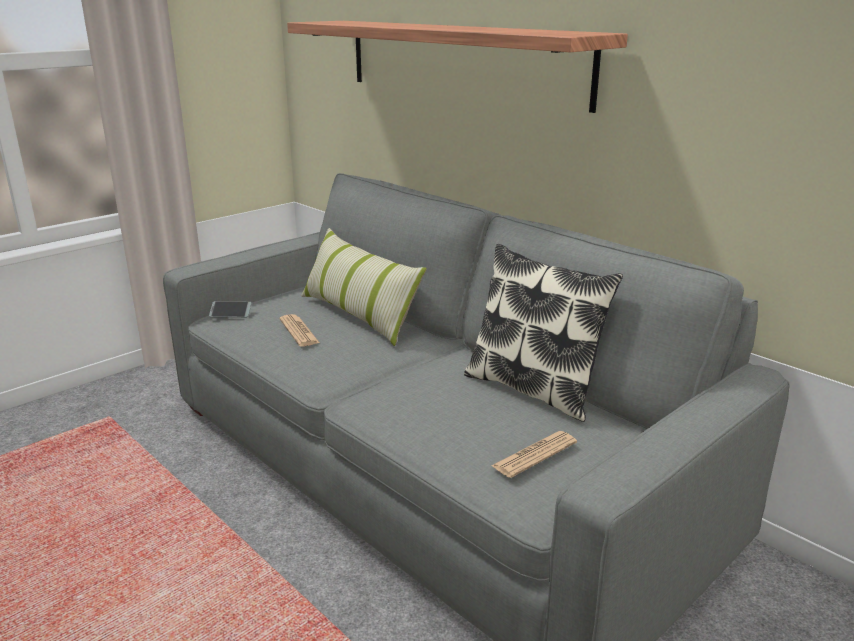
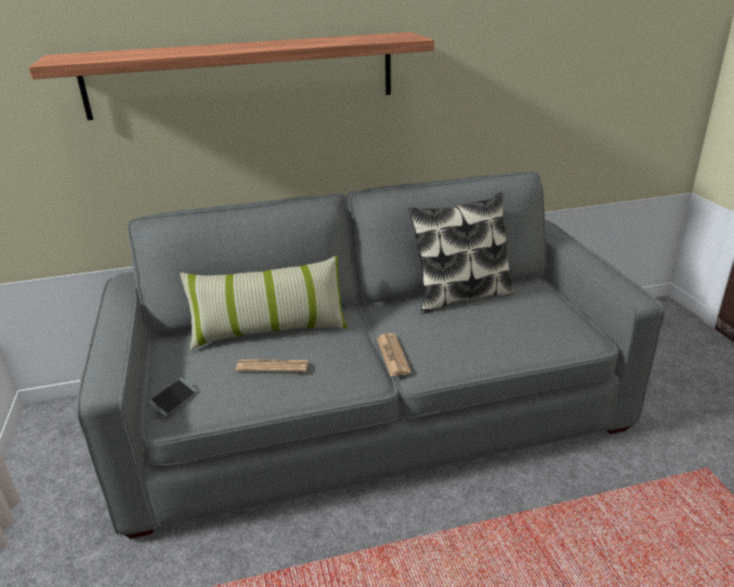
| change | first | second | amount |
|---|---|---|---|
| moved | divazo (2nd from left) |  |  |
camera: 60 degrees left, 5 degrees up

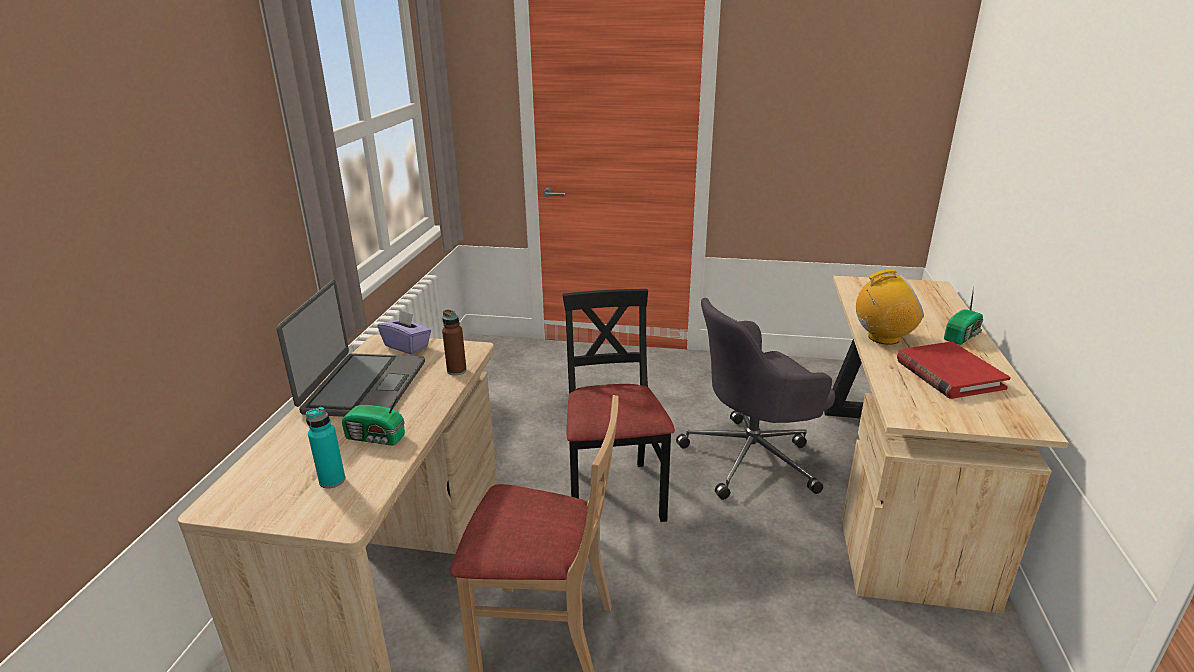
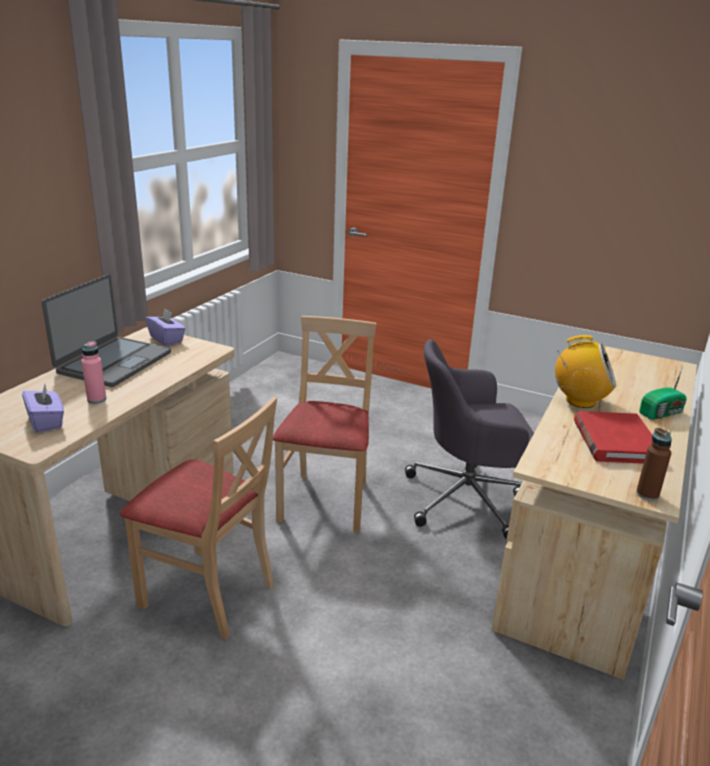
| change | first | second | amount |
|---|---|---|---|
| moved | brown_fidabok |  |  |
| replaced | turquoise_fidabok | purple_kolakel (1st from left) |  |
| replaced | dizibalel (1st from left) | pink_fidabok |  |
| recoloured | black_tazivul | beige_tazivul (2nd from left) |  |
camera: 15 degrees right, 0 degrees up

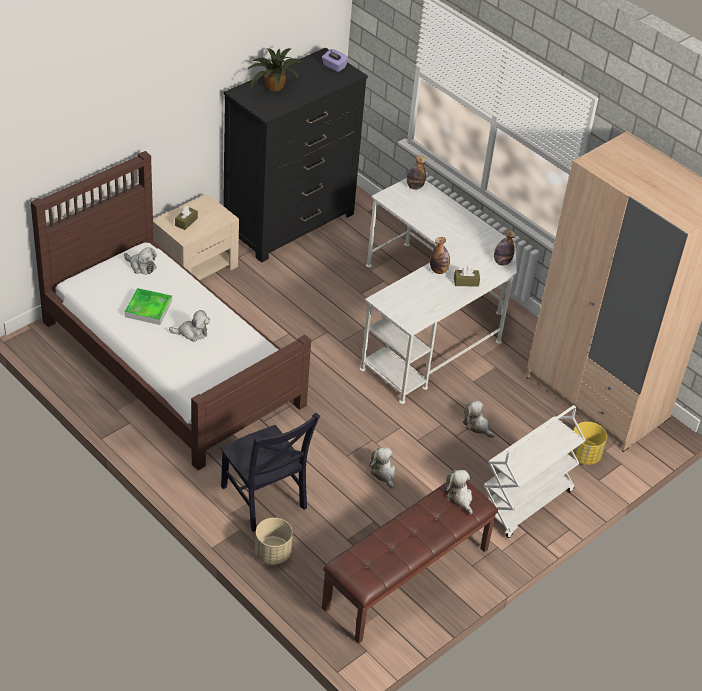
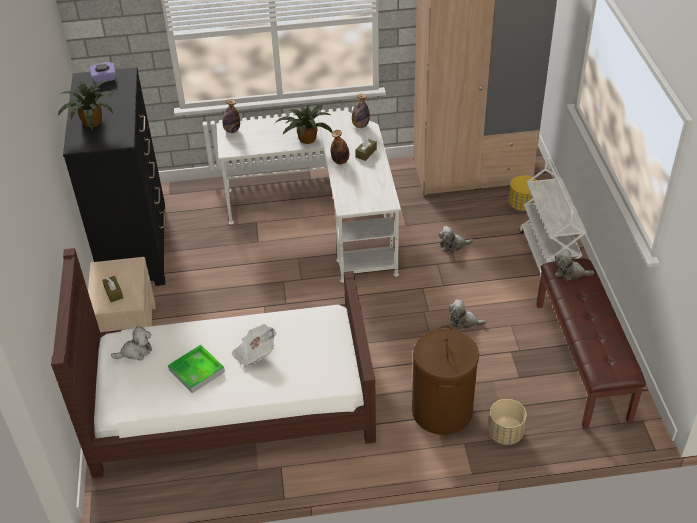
| change | first | second | amount |
|---|---|---|---|
| added |  | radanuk (2nd from left) |  |
| replaced | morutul (2nd from left) | divazo |  |
| replaced | black_tazivul | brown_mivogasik |  |
camera: 50 degrees left, 0 degrees up

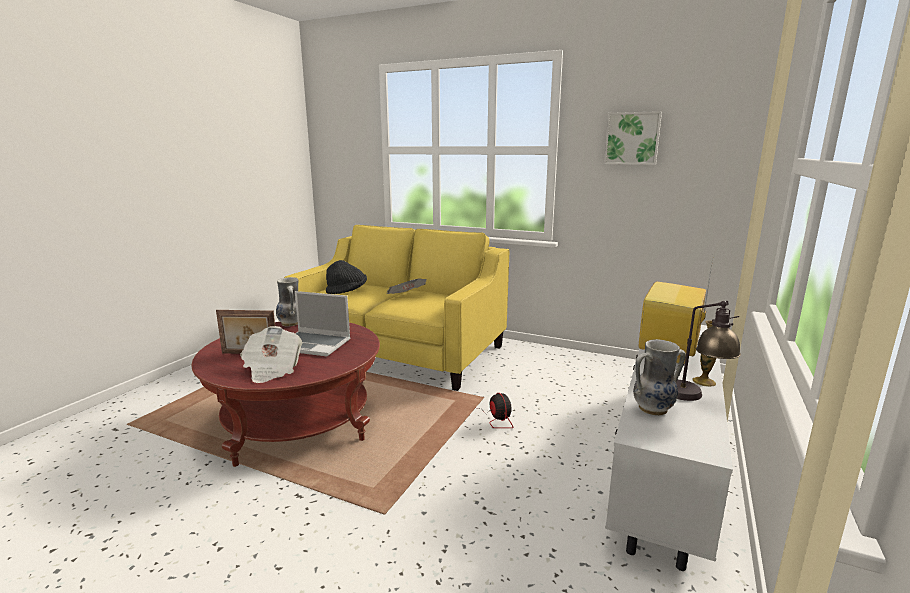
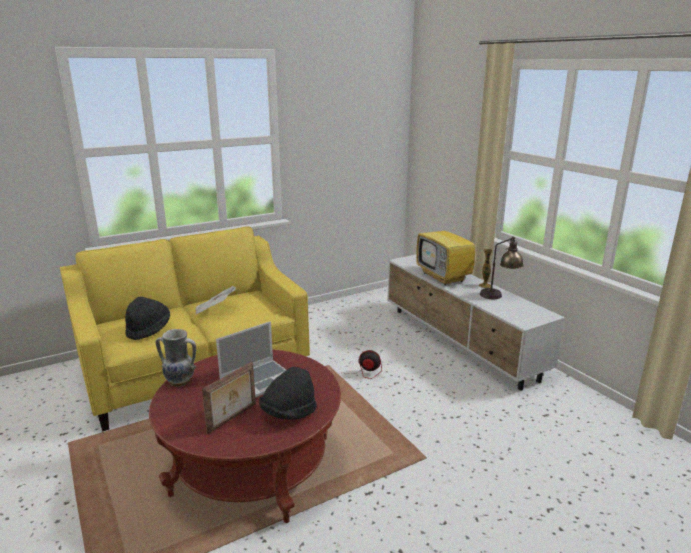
| change | first | second | amount |
|---|---|---|---|
| removed | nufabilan |  |  |
| removed | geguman (2nd from left) |  |  |
| replaced | divazo (1st from left) | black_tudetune (2nd from left) |  |
camera: 55 degrees left, 5 degrees up

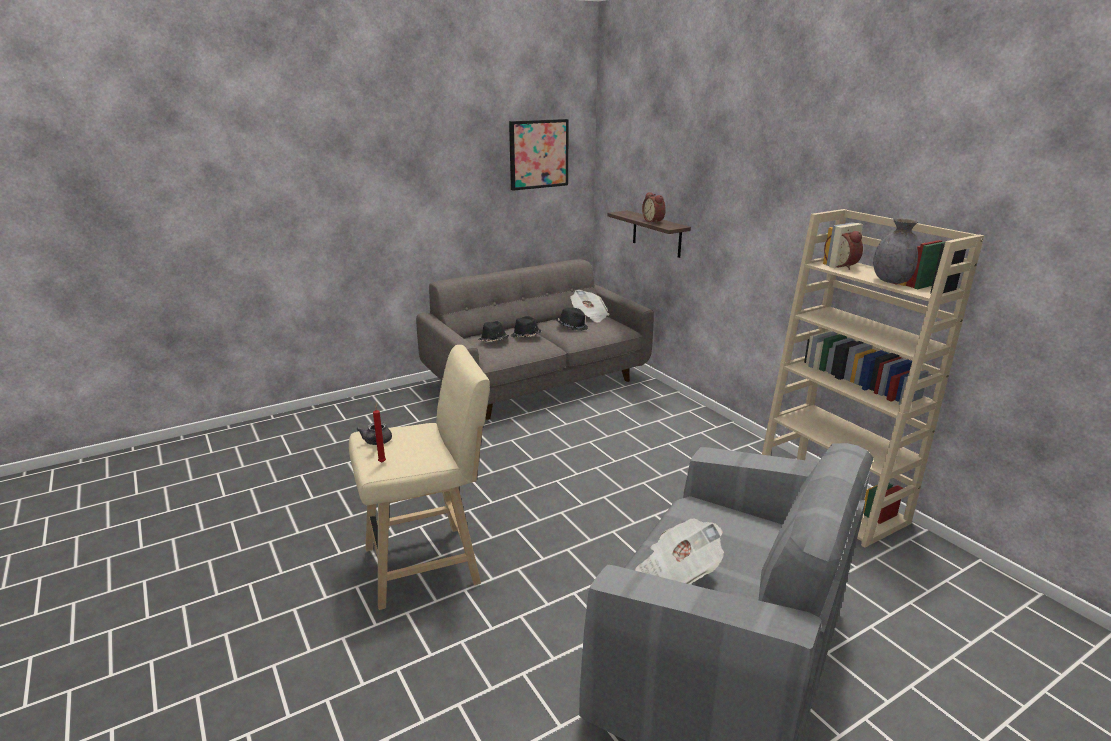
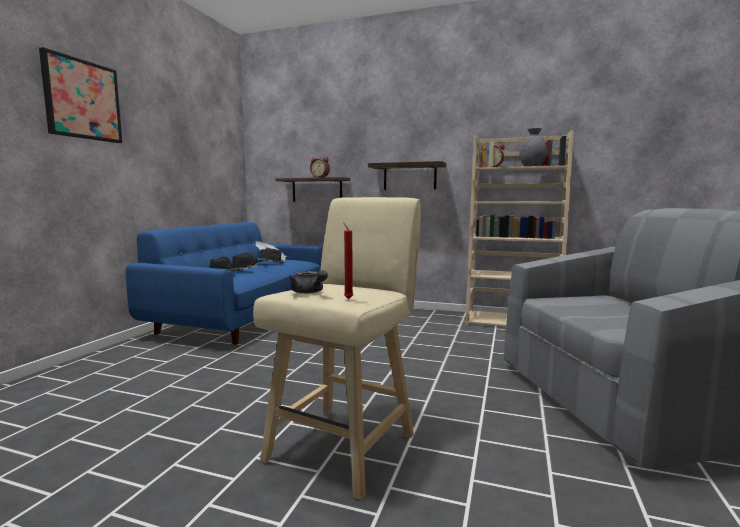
| change | first | second | amount |
|---|---|---|---|
| removed | divazo (2nd from left) |  |  |
| added |  | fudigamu (2nd from left) |  |
| moved | nufabilan |  |  |
| recoloured | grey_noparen | blue_noparen |  |
camera: 40 degrees left, 15 degrees down

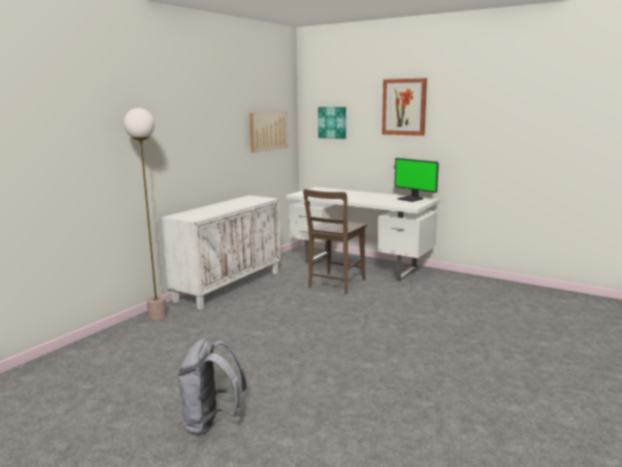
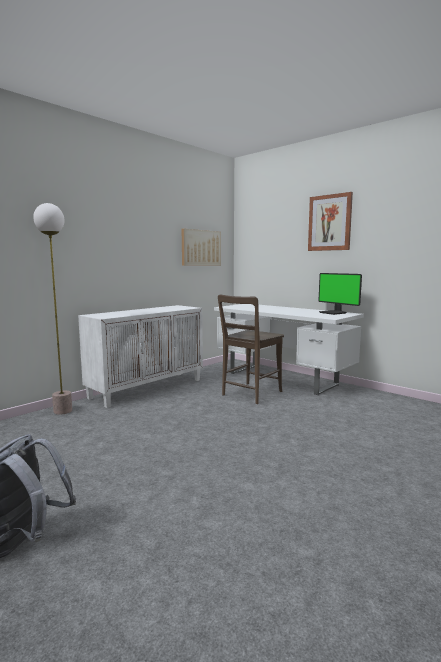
| change | first | second | amount |
|---|---|---|---|
| removed | nufabilan (2nd from left) |  |  |
camera: 10 degrees right, 5 degrees down

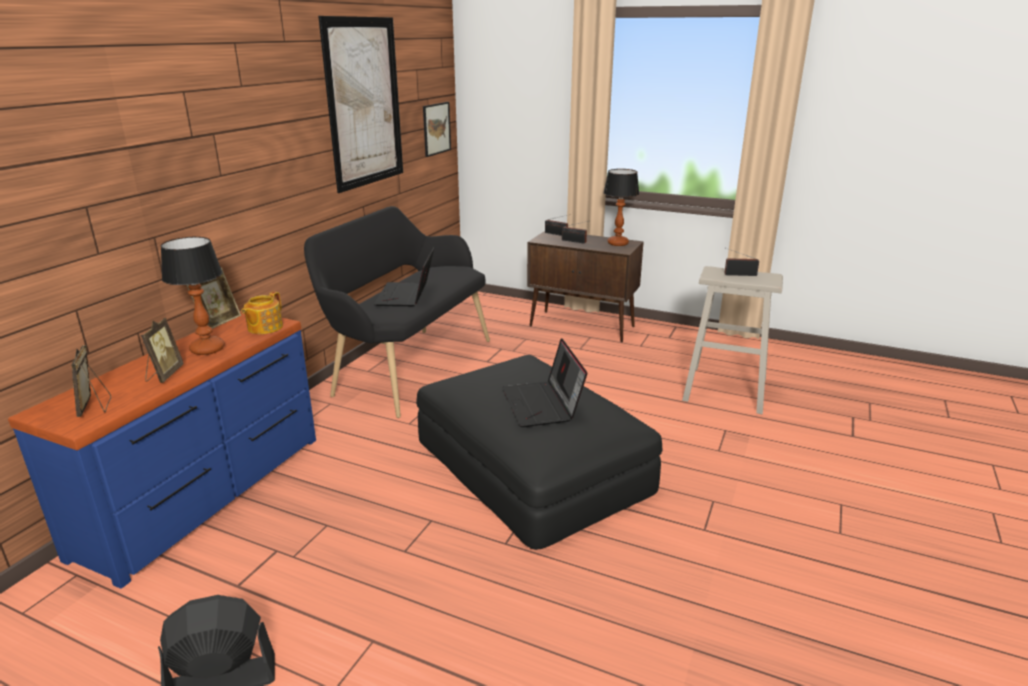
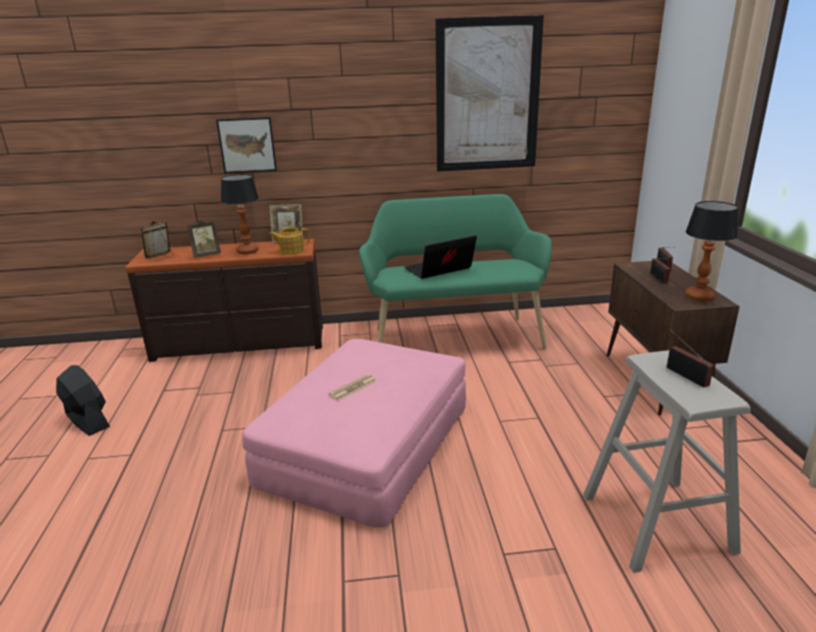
| change | first | second | amount |
|---|---|---|---|
| moved | nufabilan (2nd from left in the first image) | nufabilan (1st from left) |  |
| replaced | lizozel (2nd from left) | divazo |  |
| recoloured | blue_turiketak | brown_turiketak |  |
| recoloured | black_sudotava | green_sudotava |  |
| recoloured | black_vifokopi | pink_vifokopi |  |
camera: 60 degrees right, 0 degrees up

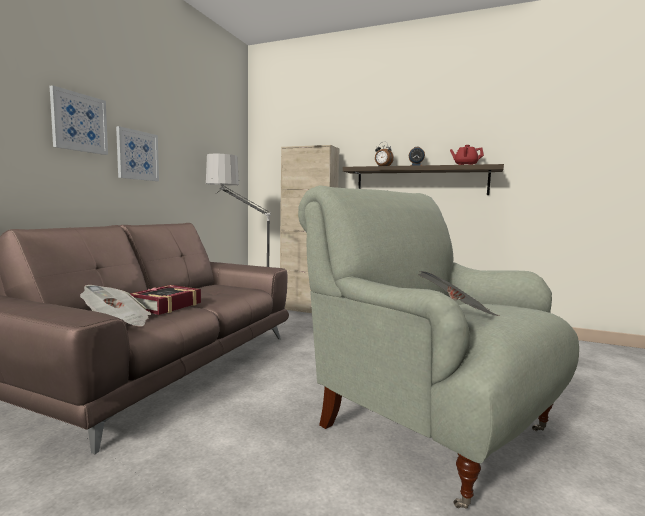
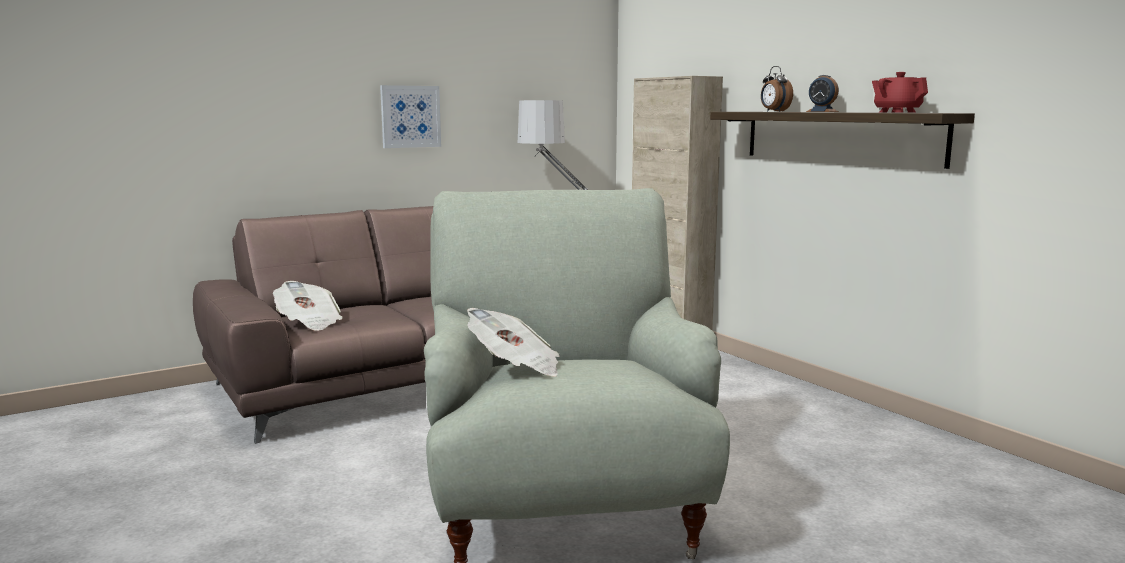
| change | first | second | amount |
|---|---|---|---|
| removed | nufabilan (1st from left) |  |  |
| removed | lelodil |  |  |
camera: 35 degrees right, 5 degrees up

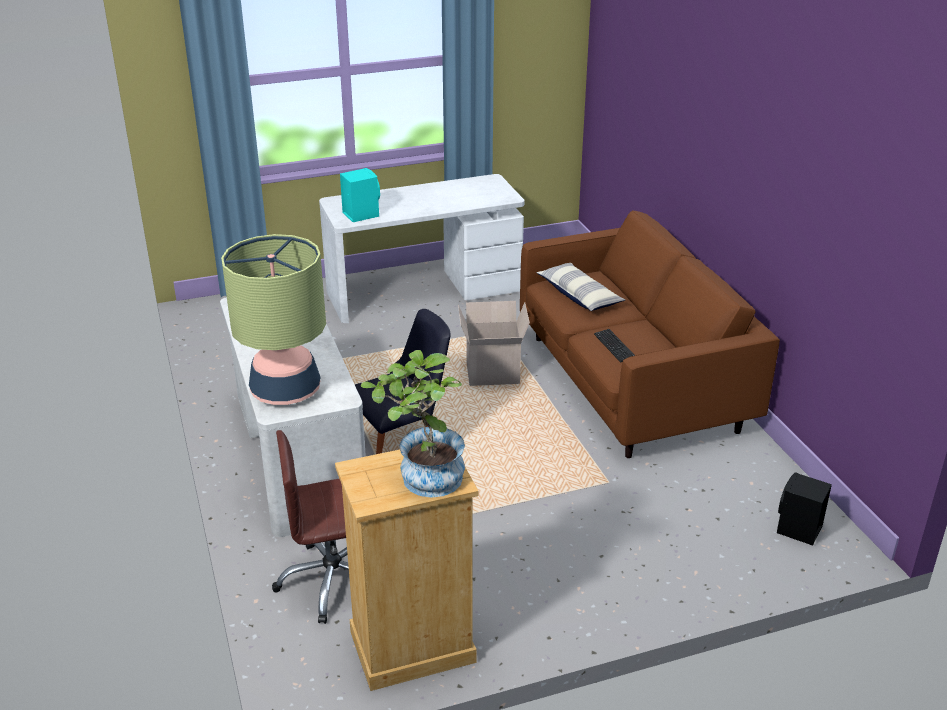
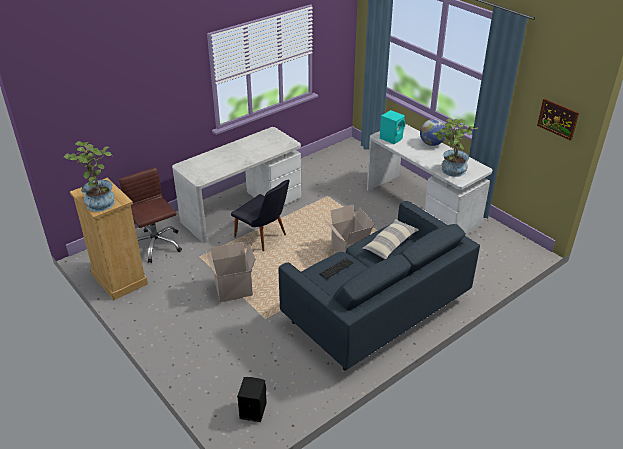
| change | first | second | amount |
|---|---|---|---|
| removed | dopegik |  |  |
| added |  | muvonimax (1st from left) |  |
| added |  | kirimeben |  |
| added |  | radanuk (2nd from left) |  |
| added |  | nufabilan |  |
| recoloured | brown_noparen | blue_noparen |  |
camera: 70 degrees right, 5 degrees up

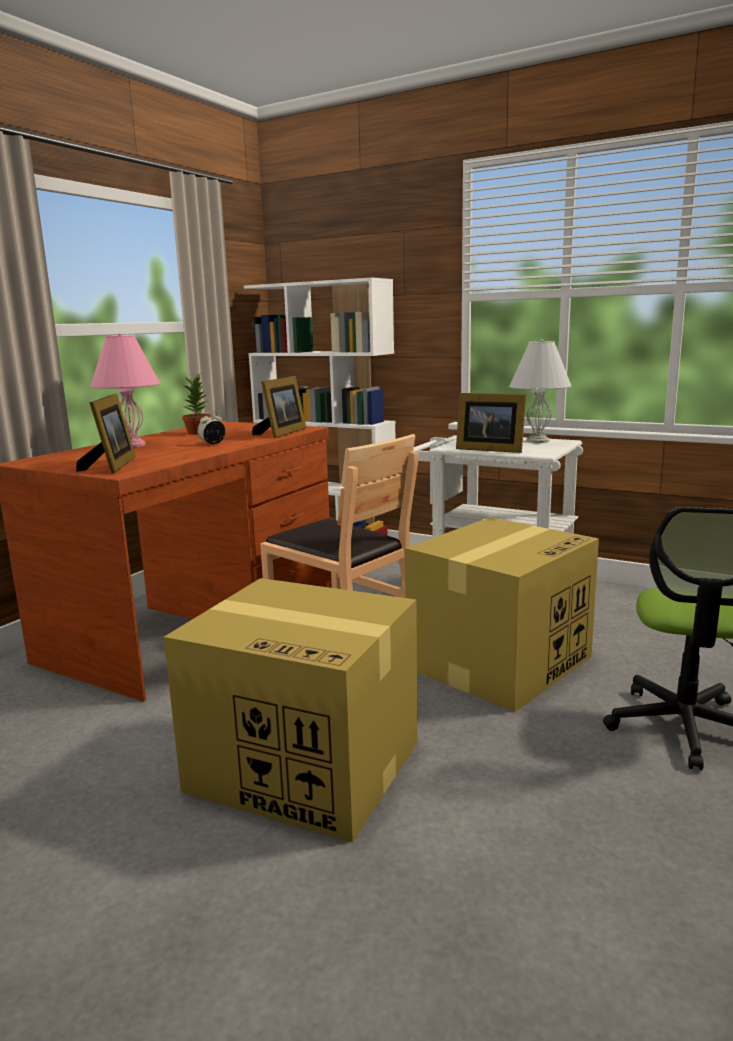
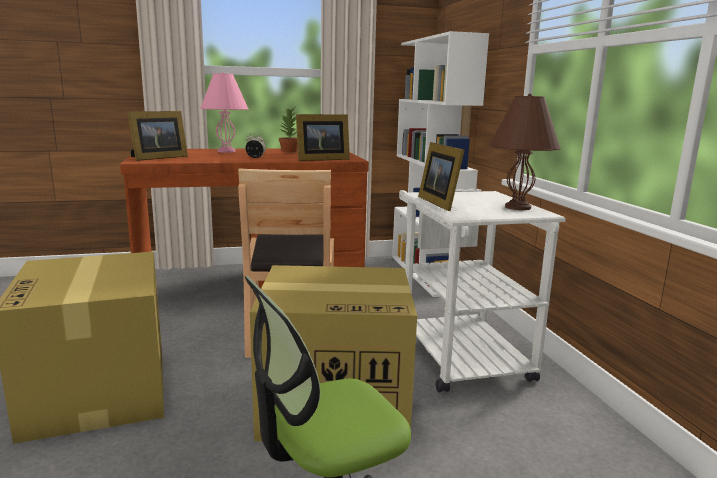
| change | first | second | amount |
|---|---|---|---|
| recoloured | white_dopegik | brown_dopegik |  |
camera: 45 degrees right, 0 degrees up

